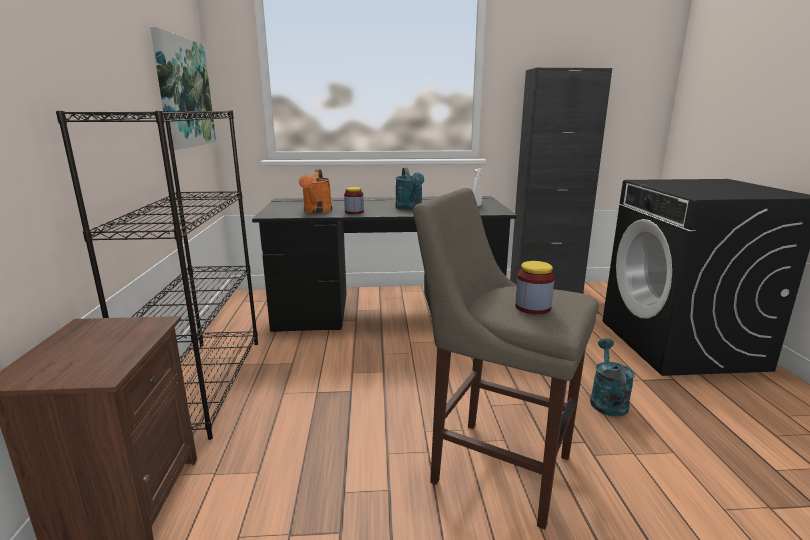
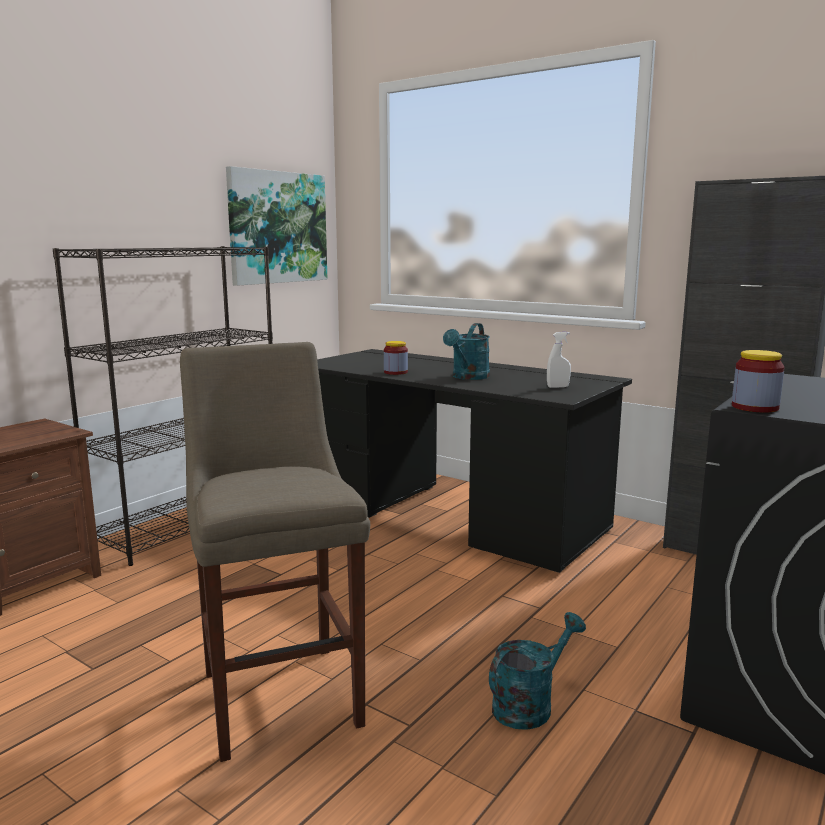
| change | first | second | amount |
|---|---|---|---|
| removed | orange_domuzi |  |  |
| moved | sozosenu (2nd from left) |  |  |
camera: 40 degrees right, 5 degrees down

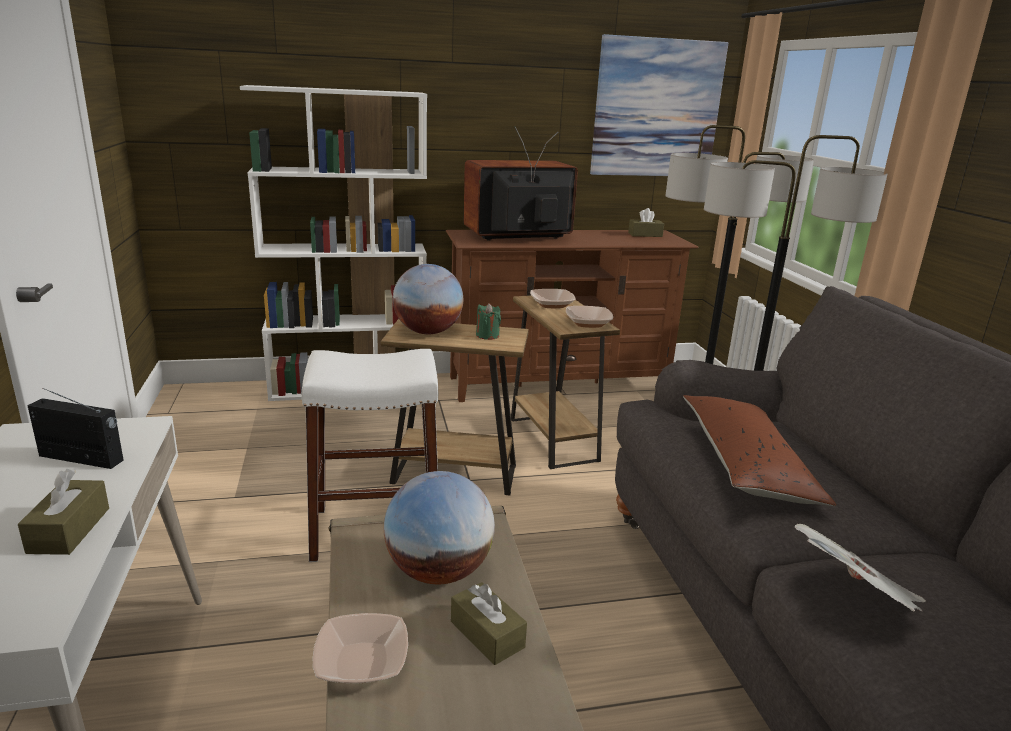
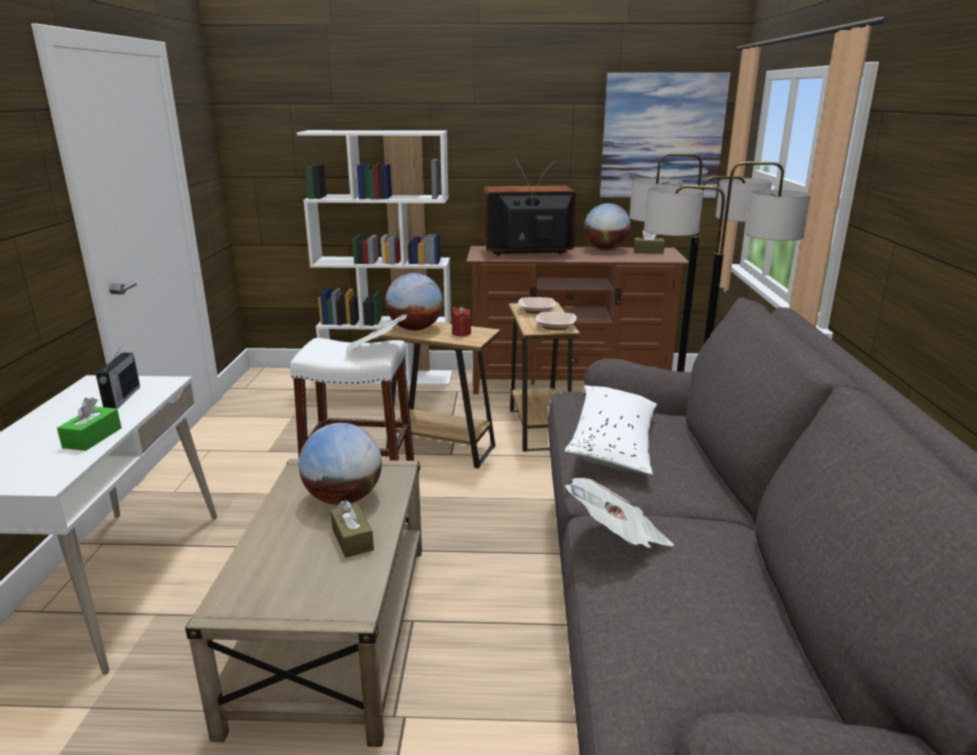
| change | first | second | amount |
|---|---|---|---|
| removed | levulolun (1st from left) |  |  |
| added |  | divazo (1st from left) |  |
| added |  | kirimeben (3rd from left) |  |
| recoloured | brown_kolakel (1st from left) | green_kolakel |  |
| recoloured | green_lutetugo | red_lutetugo |  |
| recoloured | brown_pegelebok | white_pegelebok |  |
| turned | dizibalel |  | 60 degrees clockwise |
camera: 15 degrees right, 0 degrees up

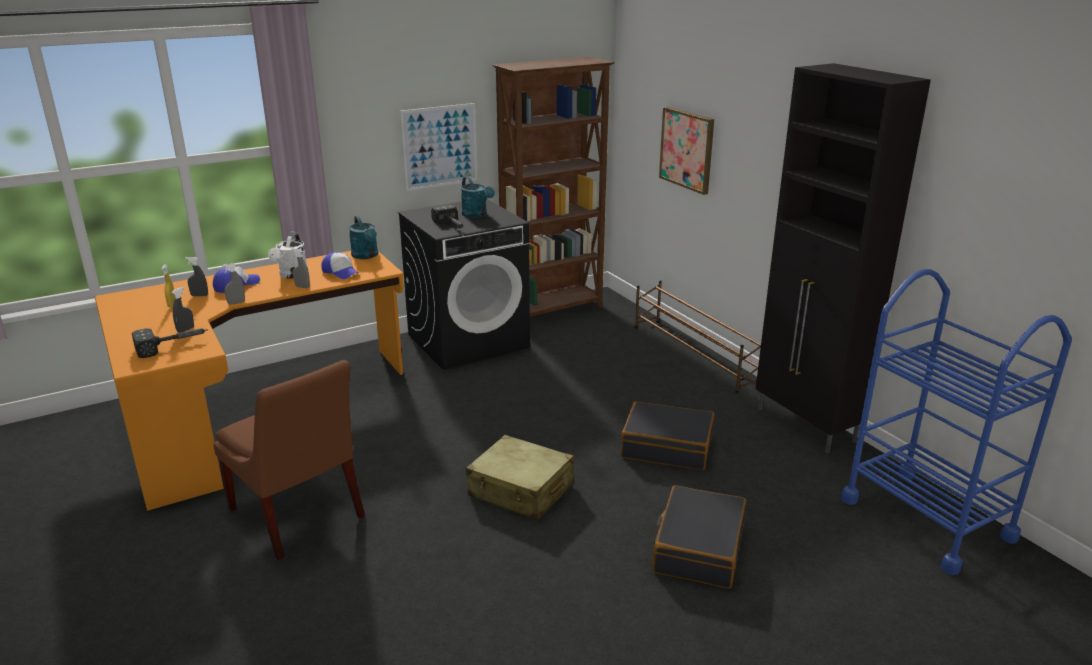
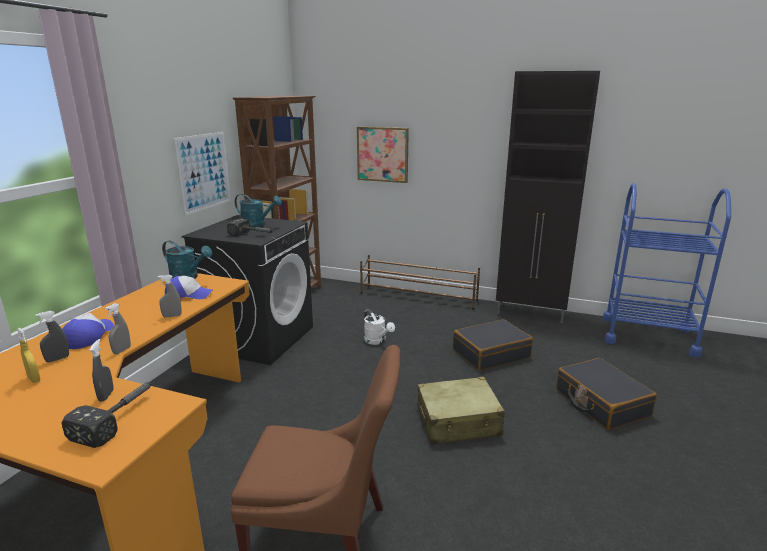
| change | first | second | amount |
|---|---|---|---|
| moved | white_domuzi |  |  |
camera: 40 degrees left, 5 degrees down

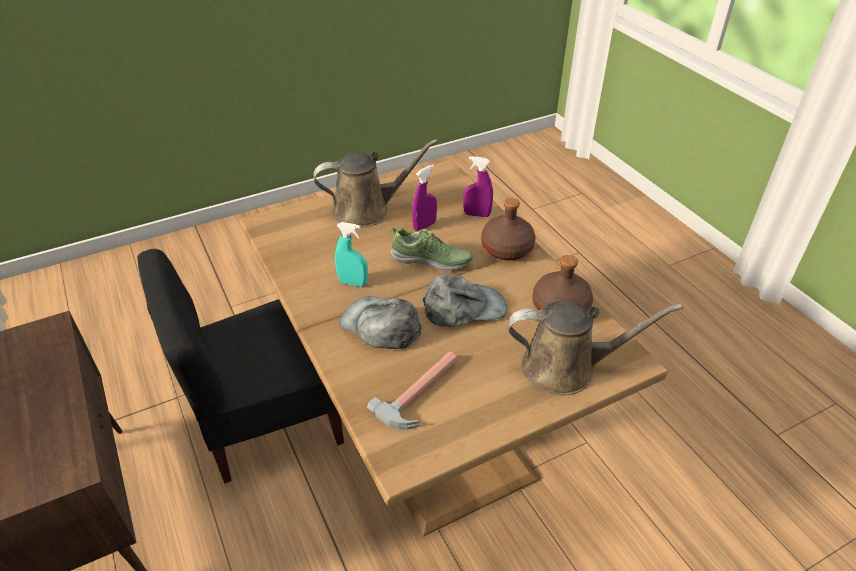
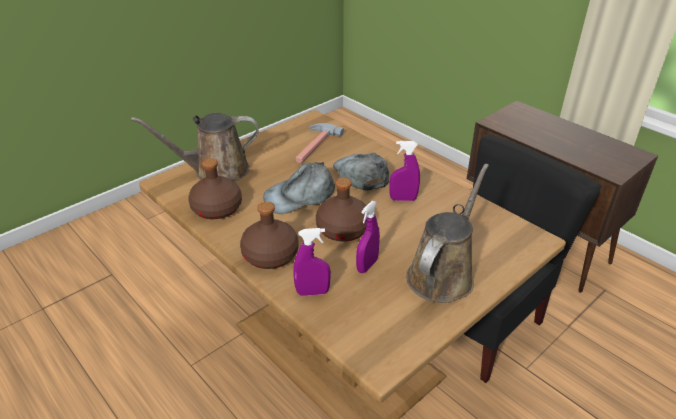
| change | first | second | amount |
|---|---|---|---|
| replaced | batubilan | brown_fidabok (3rd from left) |  |
| recoloured | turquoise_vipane | purple_vipane (3rd from left) |  |
| turned | brown_domuzi (1st from left in the first image) | brown_domuzi (2nd from left) | 150 degrees clockwise |
| turned | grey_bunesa (1st from left in the first image) | grey_bunesa (2nd from left) | 135 degrees counterclockwise |
camera: 165 degrees right, 5 degrees down

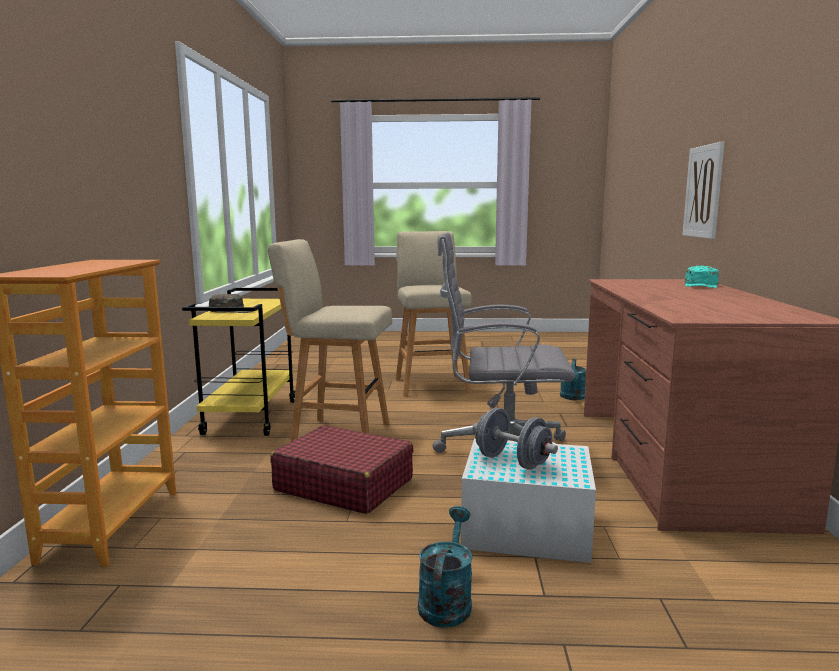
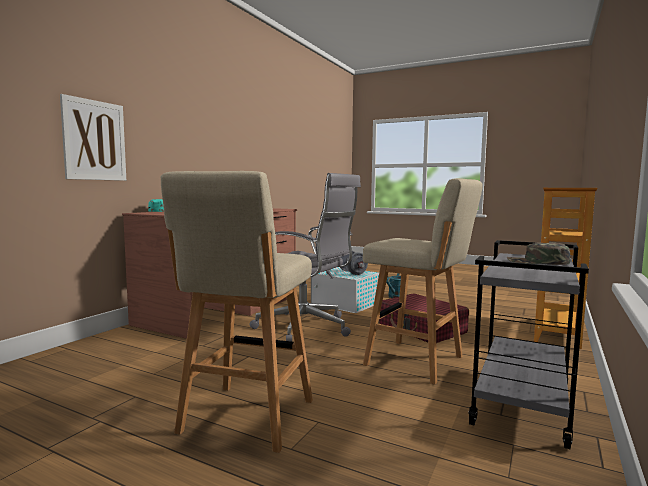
| change | first | second | amount |
|---|---|---|---|
| removed | turquoise_domuzi (2nd from left) |  |  |
| recoloured | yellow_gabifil | grey_gabifil |  |
camera: 155 degrees left, 5 degrees down

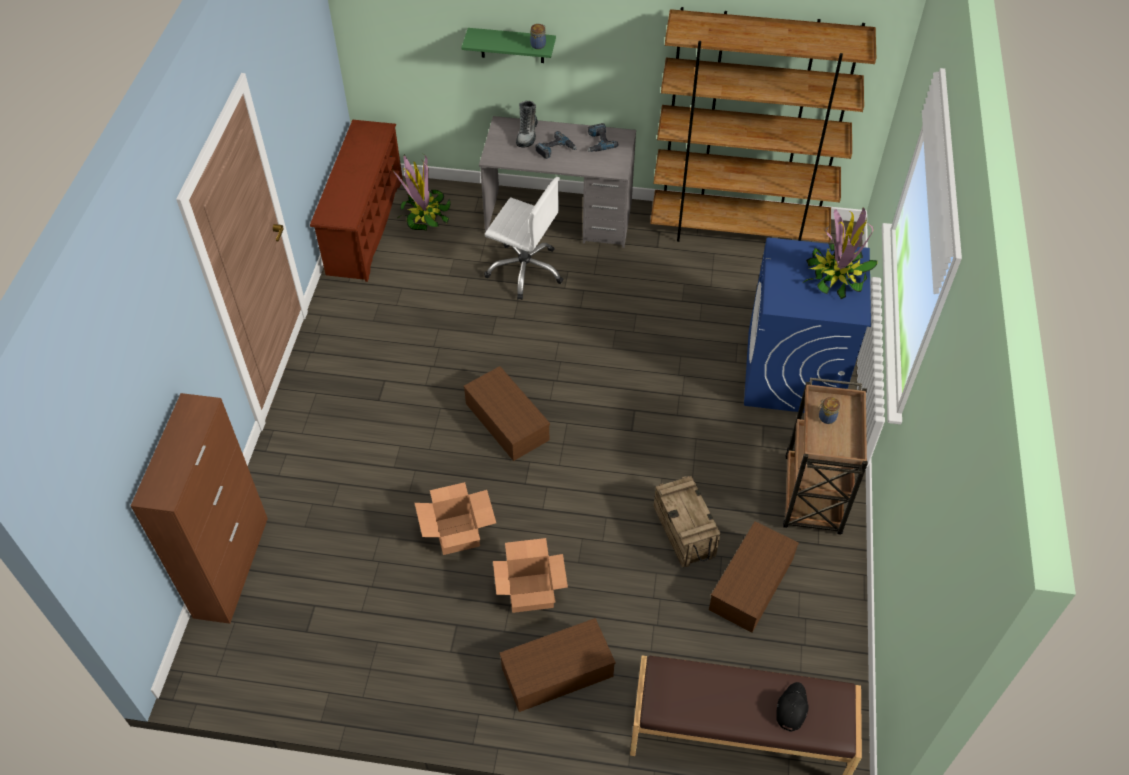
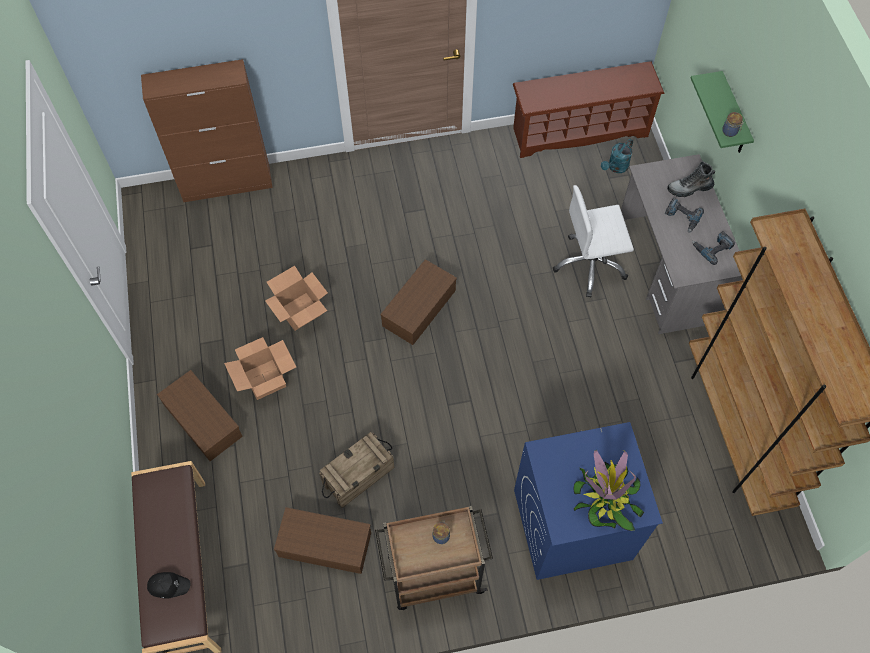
| change | first | second | amount |
|---|---|---|---|
| replaced | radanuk (1st from left) | turquoise_domuzi |  |
| turned | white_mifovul |  | 75 degrees clockwise |
camera: 70 degrees right, 10 degrees up

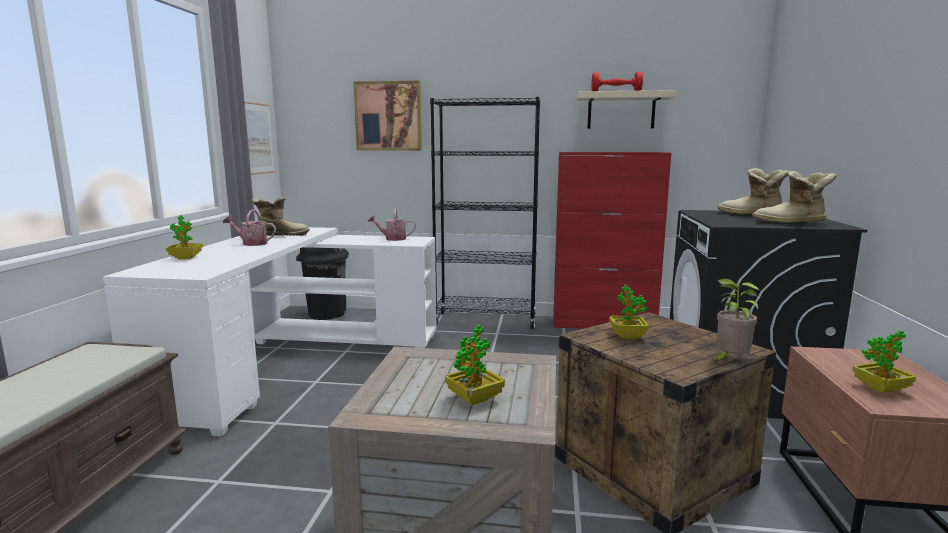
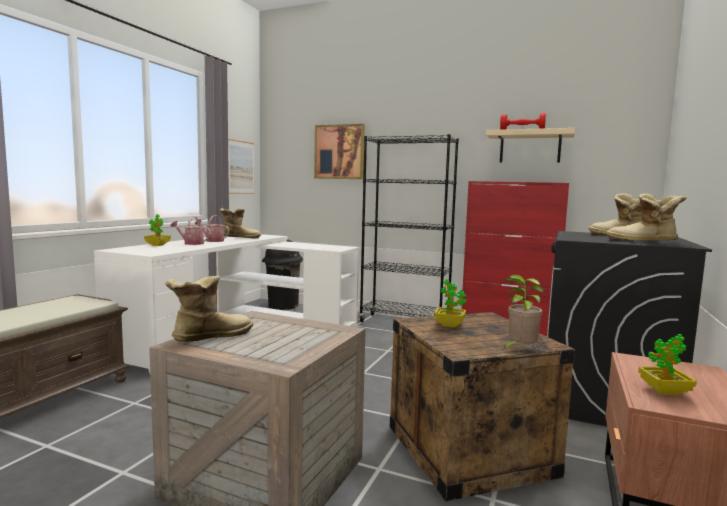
| change | first | second | amount |
|---|---|---|---|
| removed | radanuk (2nd from left) |  |  |
| added |  | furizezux (1st from left) |  |
| moved | domuzi (2nd from left in the first image) | domuzi (1st from left) |  |
camera: 15 degrees right, 5 degrees down

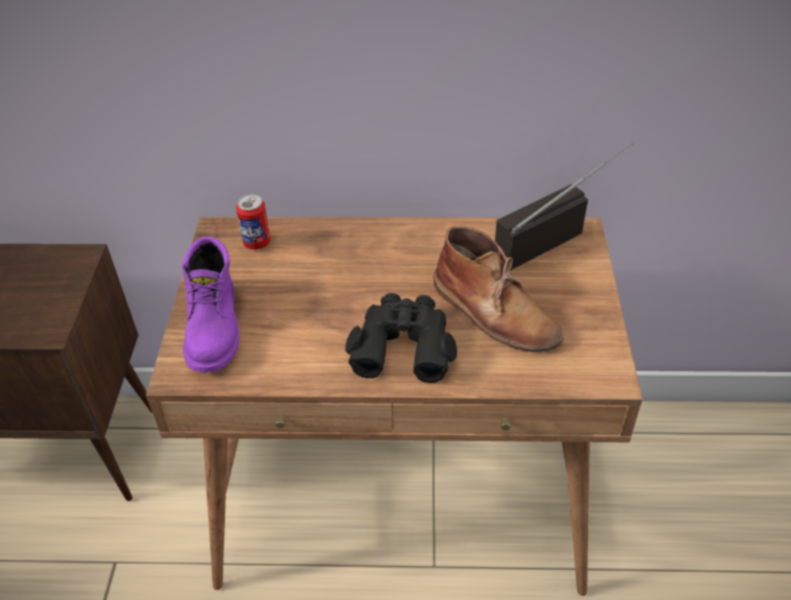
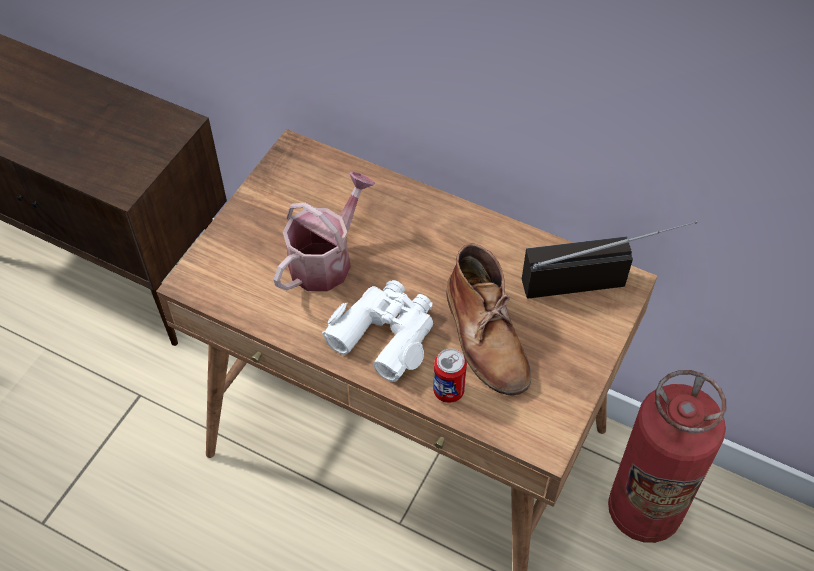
| change | first | second | amount |
|---|---|---|---|
| removed | purple_furizezux |  |  |
| added |  | domuzi |  |
| added |  | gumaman |  |
| moved | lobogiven |  |  |
| recoloured | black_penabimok | white_penabimok |  |
camera: 25 degrees right, 10 degrees up

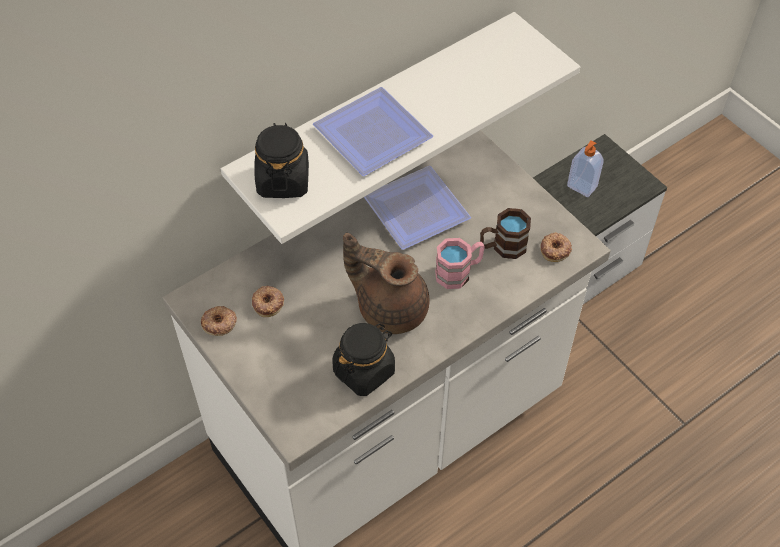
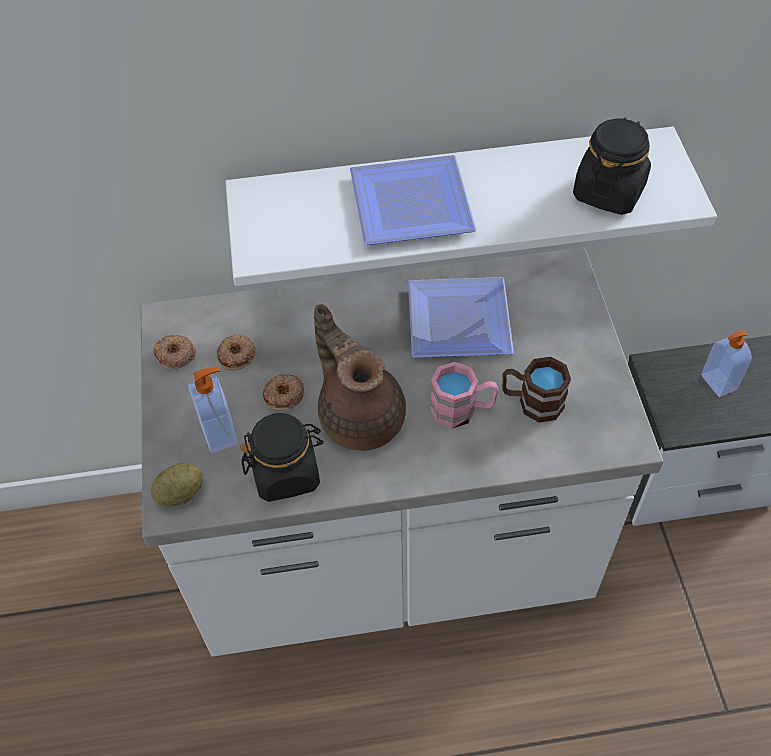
| change | first | second | amount |
|---|---|---|---|
| added |  | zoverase |  |
| added |  | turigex (1st from left) |  |
| moved | black_sozosenu (1st from left in the first image) | black_sozosenu (2nd from left) |  |
| moved | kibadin (3rd from left) |  |  |
camera: 30 degrees right, 0 degrees up

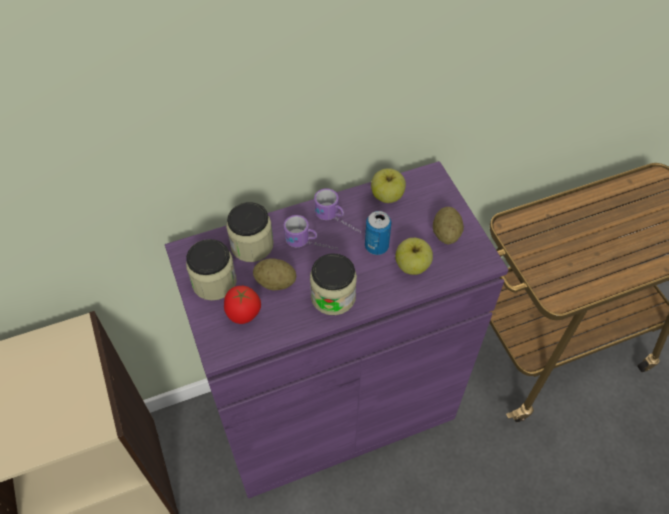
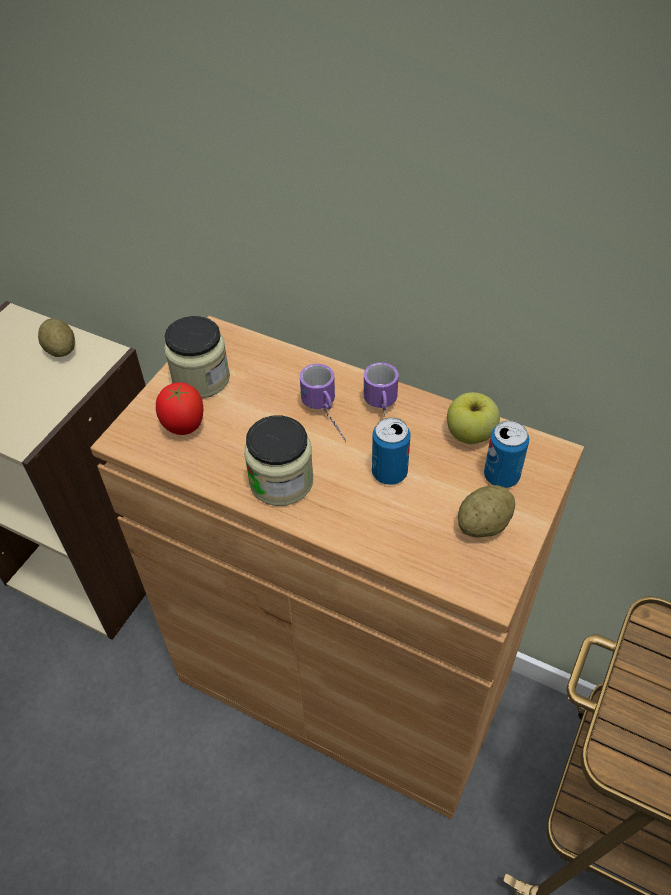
| change | first | second | amount |
|---|---|---|---|
| removed | sozosenu (2nd from left) |  |  |
| removed | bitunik (2nd from left) |  |  |
| added |  | lobogiven (2nd from left) |  |
| moved | zoverase (1st from left) |  |  |
| recoloured | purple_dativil | brown_dativil |  |
camera: 50 degrees right, 5 degrees down

